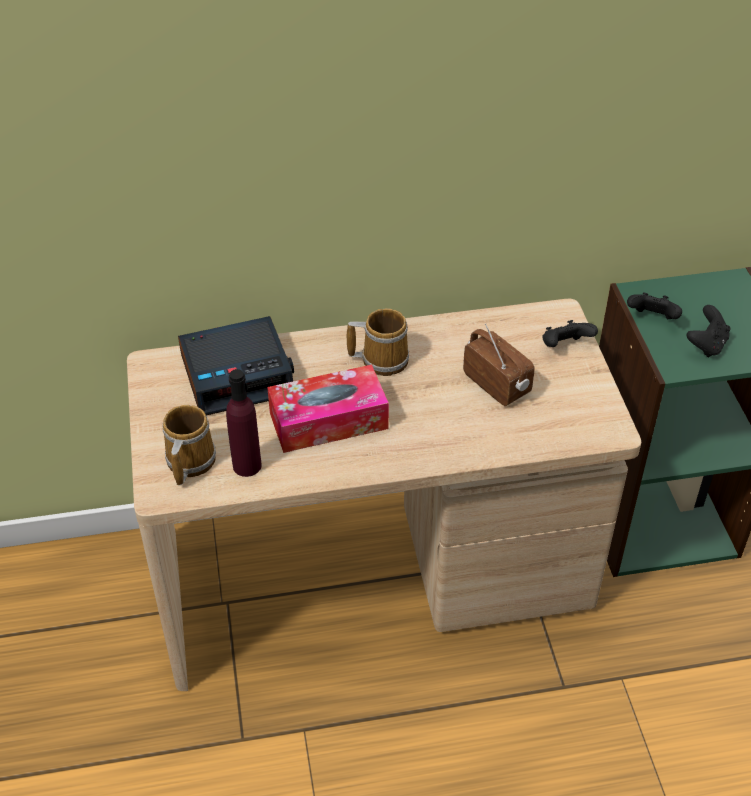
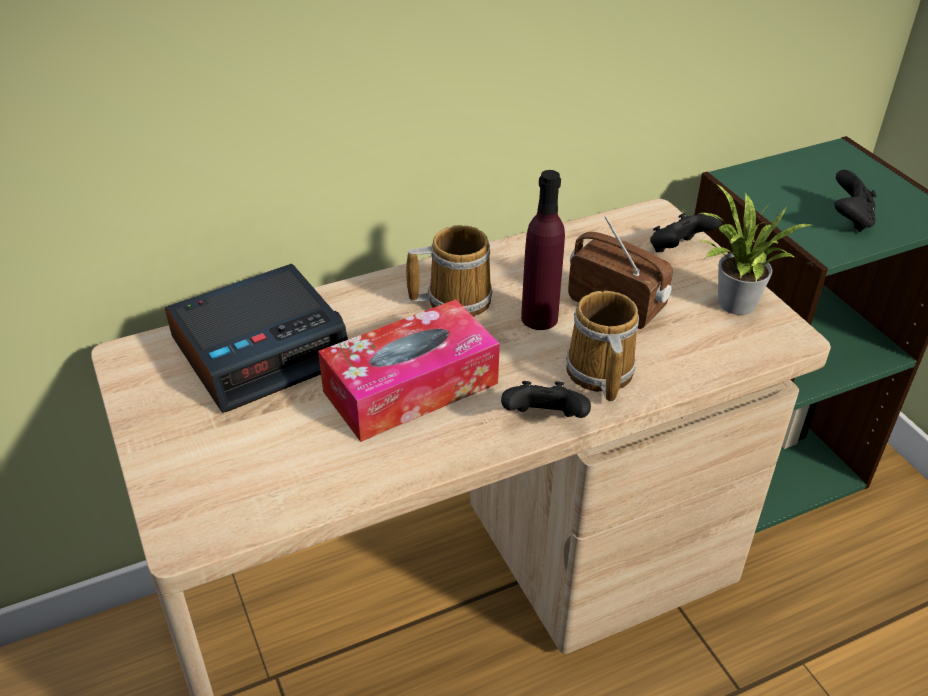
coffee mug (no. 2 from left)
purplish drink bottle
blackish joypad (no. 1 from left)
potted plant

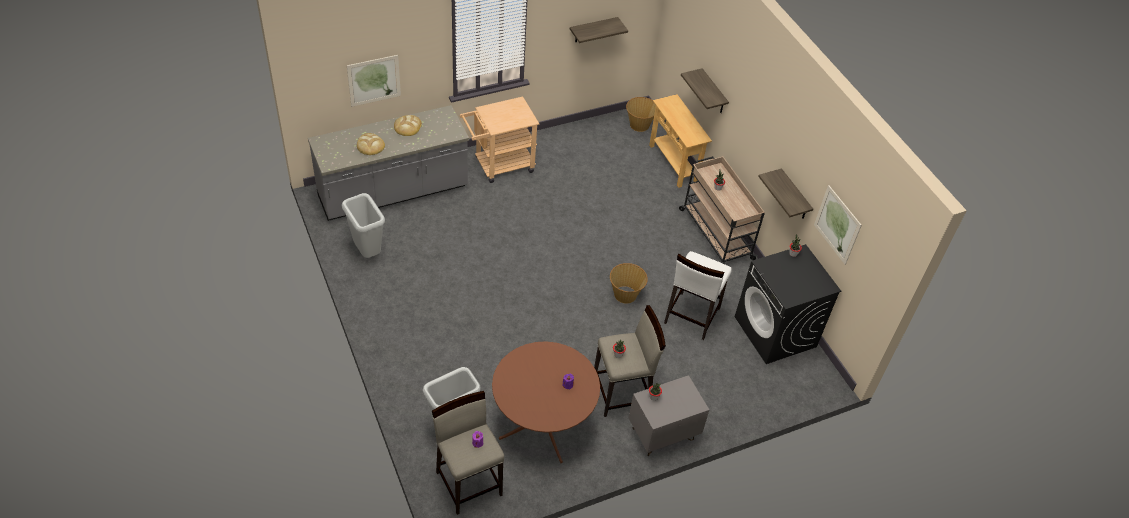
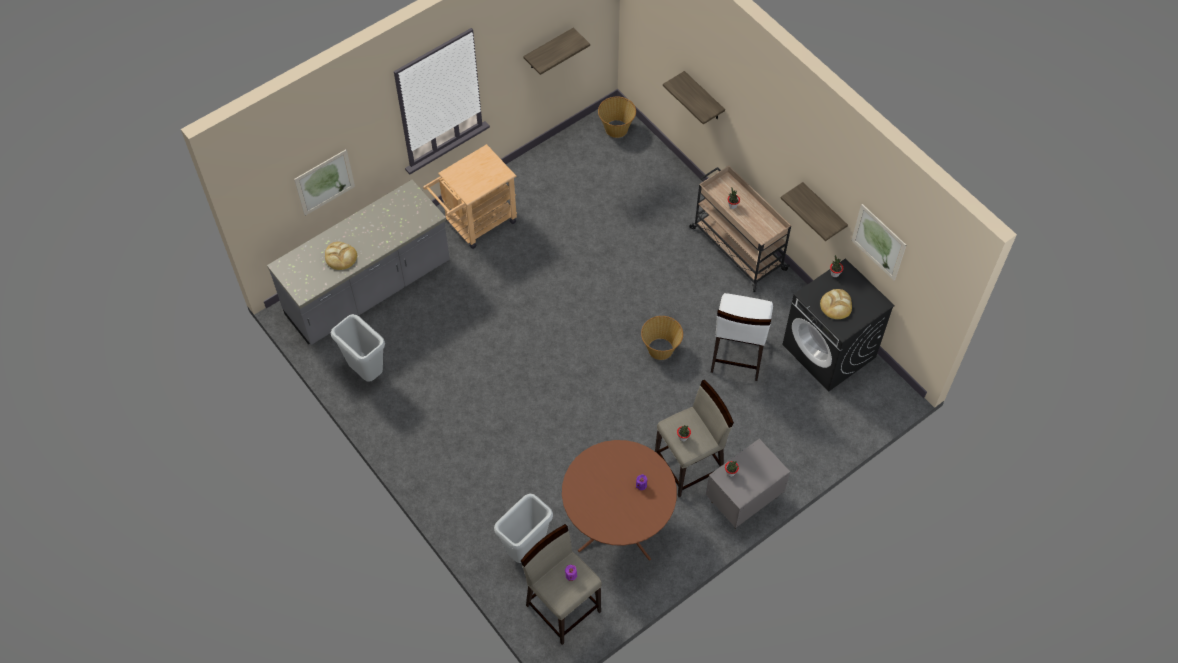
baked bread (no. 2 from left)
beige console table

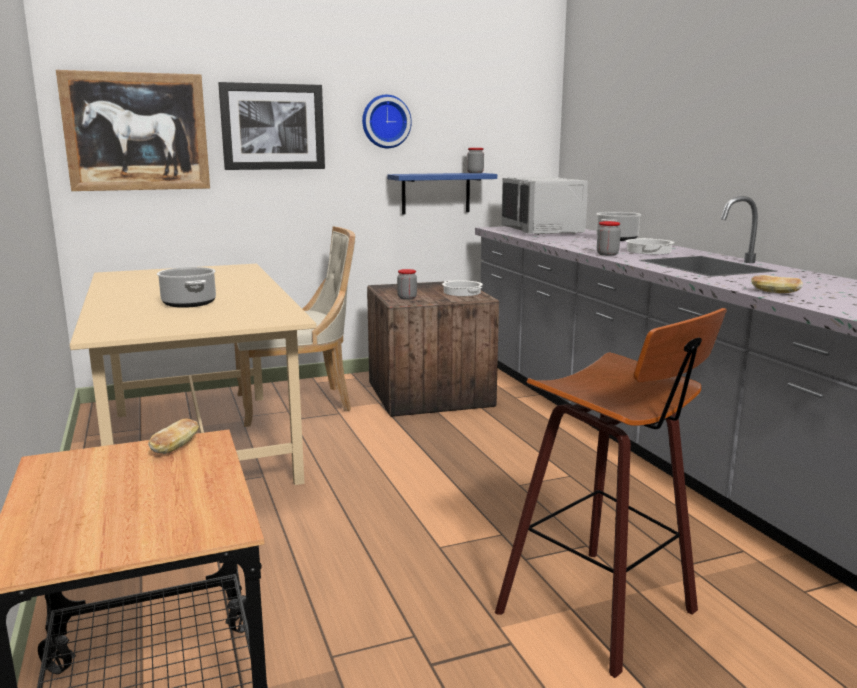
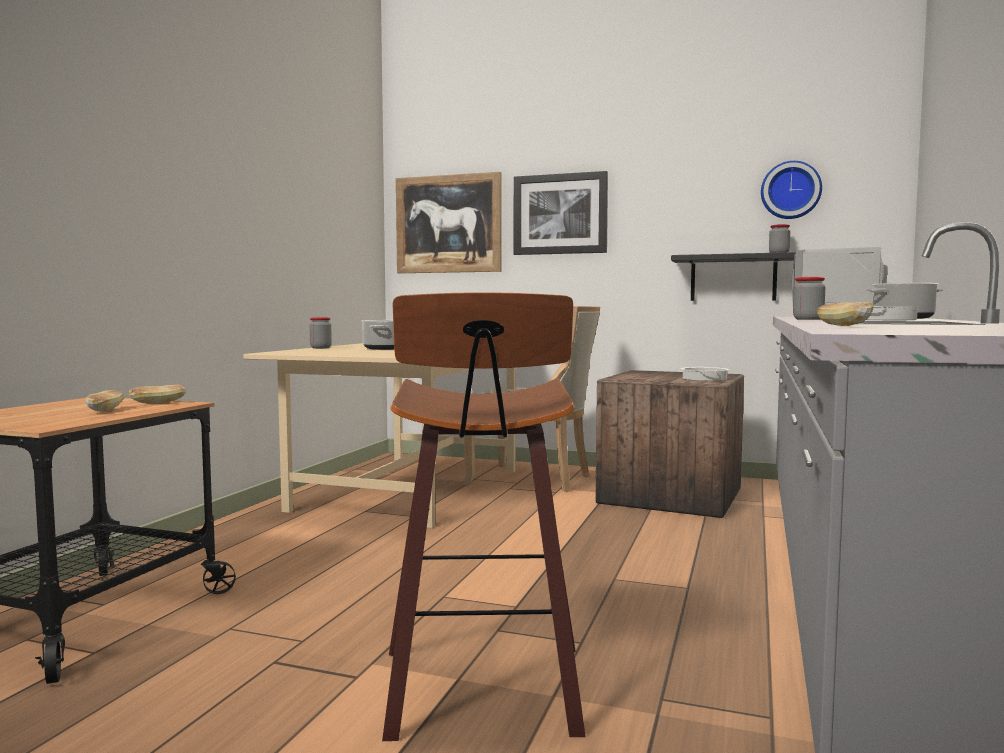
wall clock
blackish bracket shelf
storage jar (no. 1 from left)
baked bread (no. 1 from left)

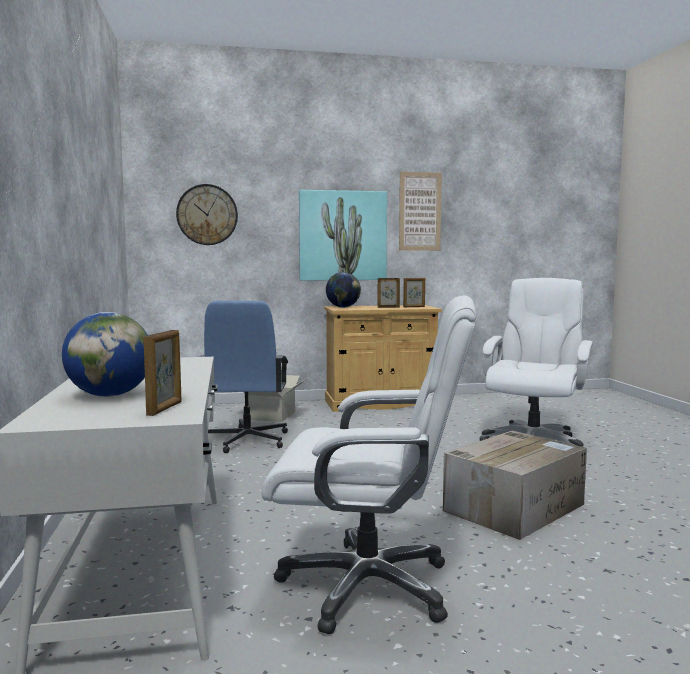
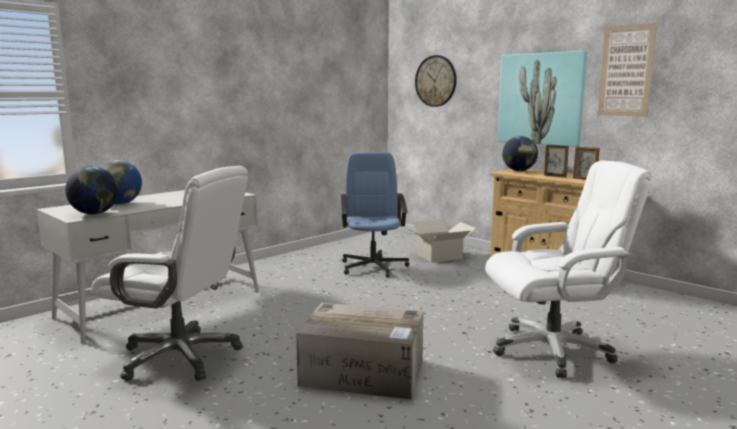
desk globe (no. 1 from left)
blue-coloured computer chair
whitish computer chair (no. 1 from left)

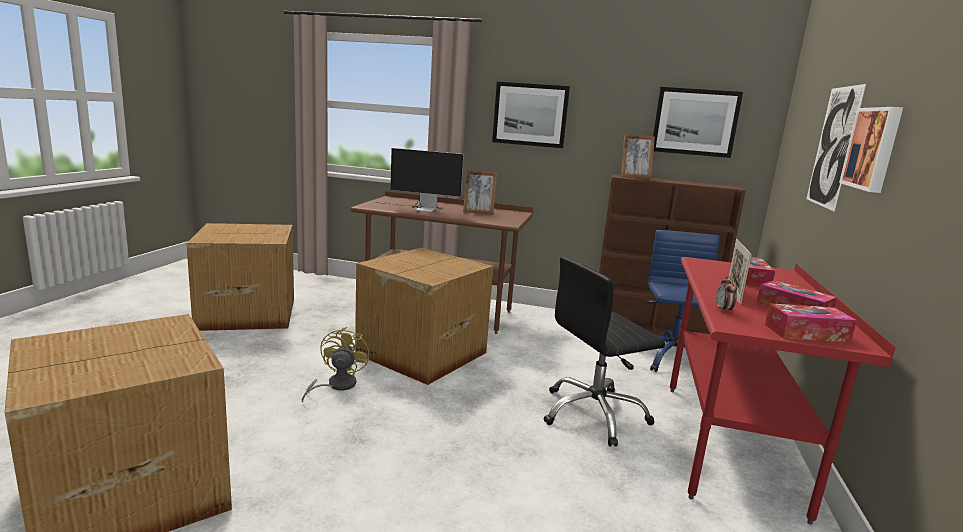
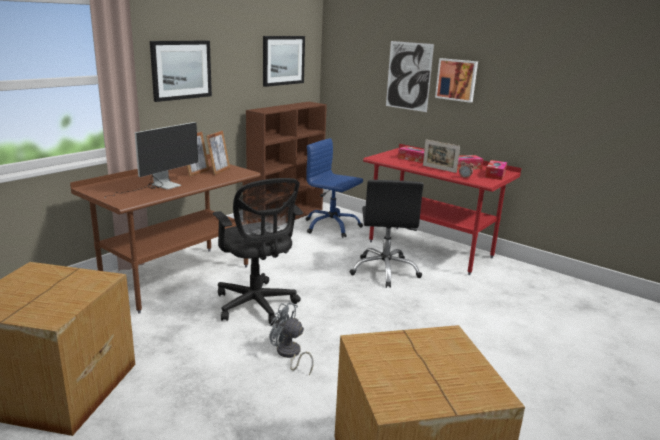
grey fan
blackish computer chair (no. 1 from left)
picture frame (no. 2 from left)

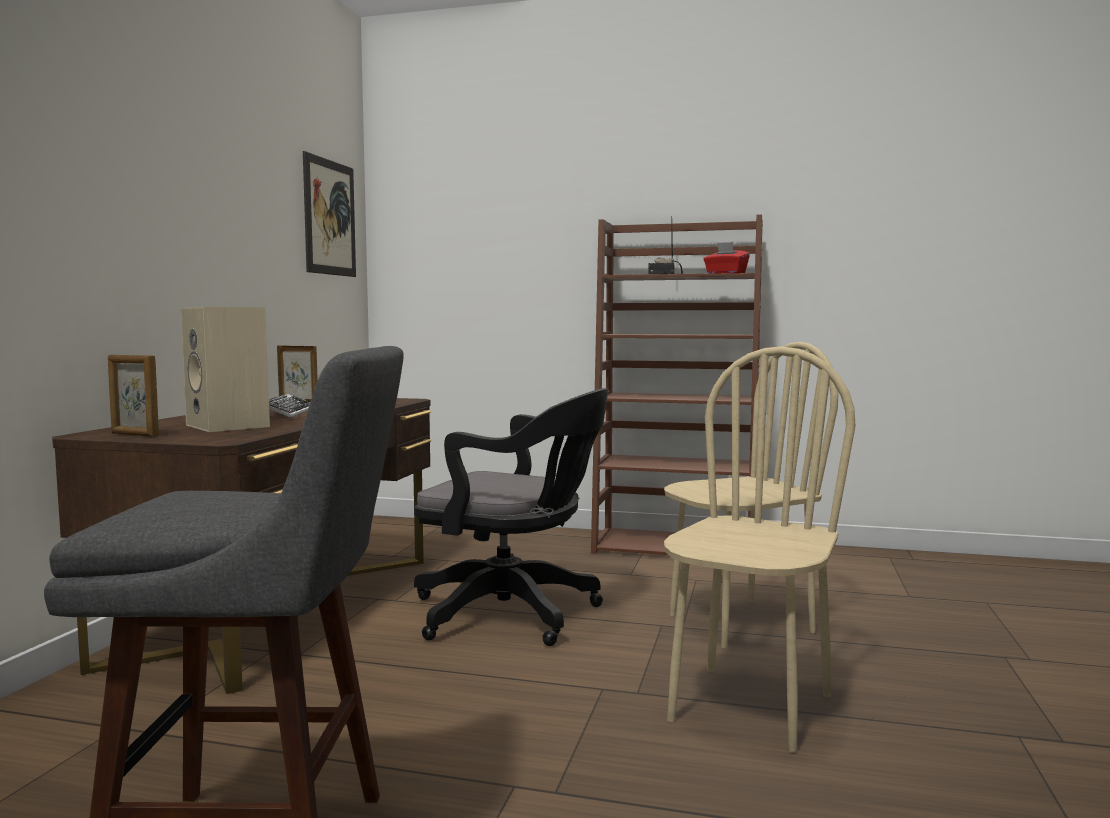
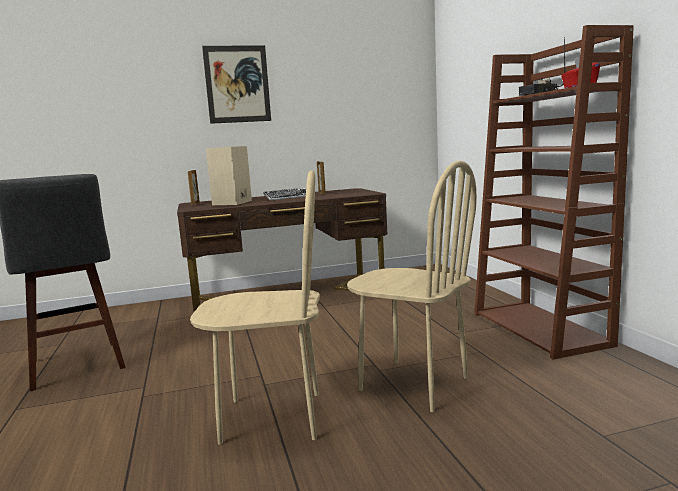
wall picture
blackish computer chair

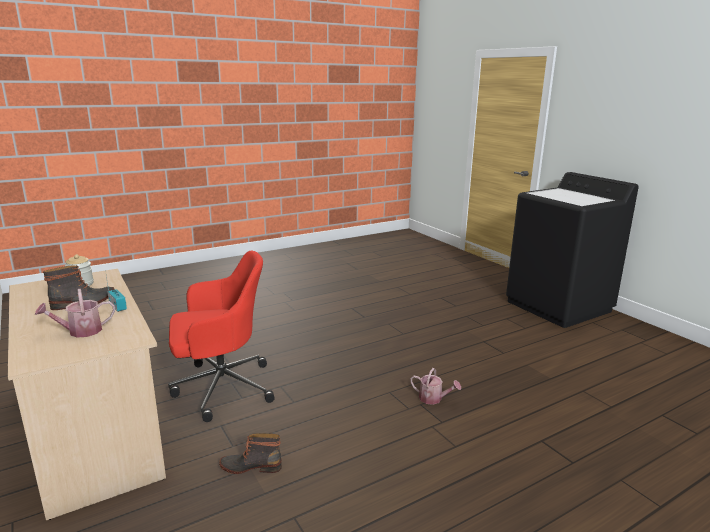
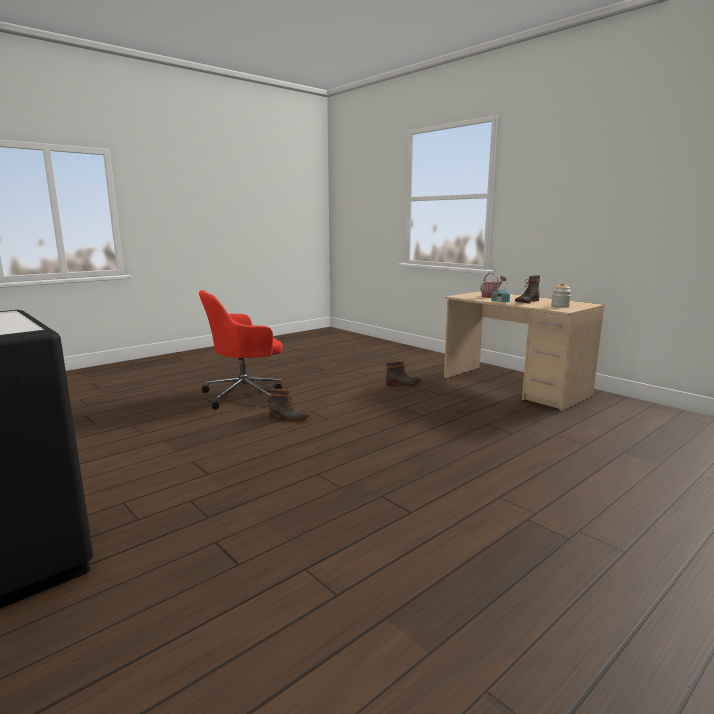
reddish computer chair
high-top boot (no. 1 from left)

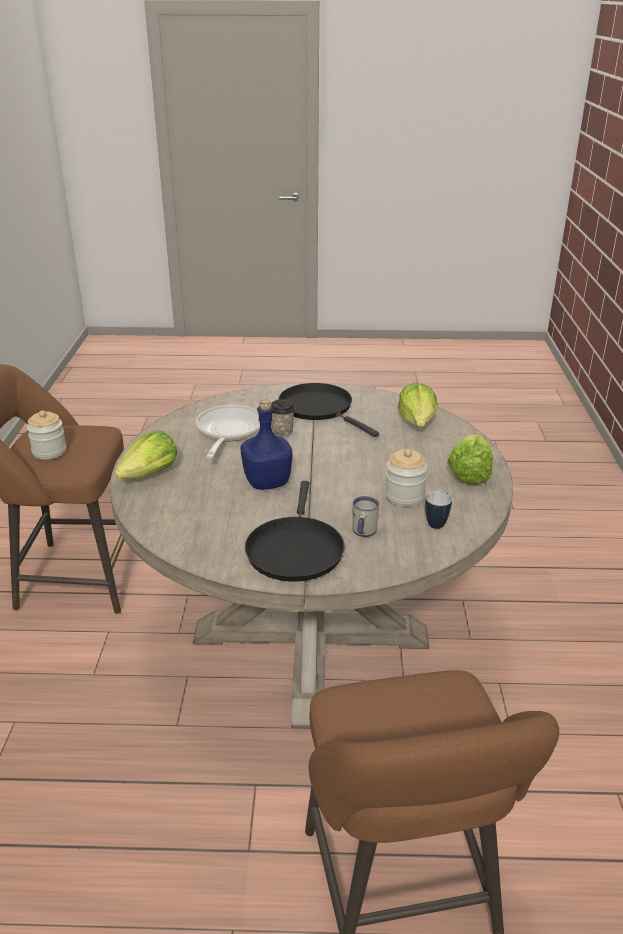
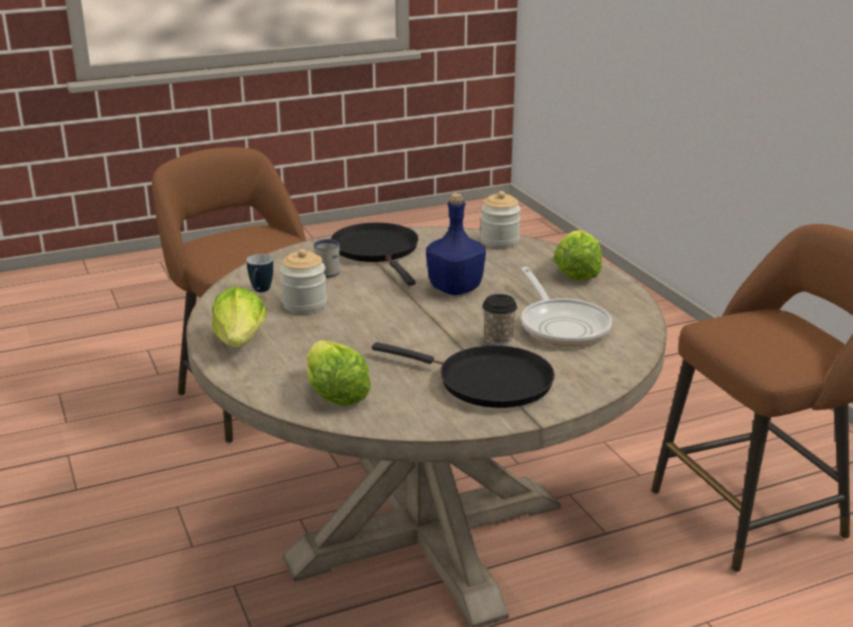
storage jar (no. 2 from left)

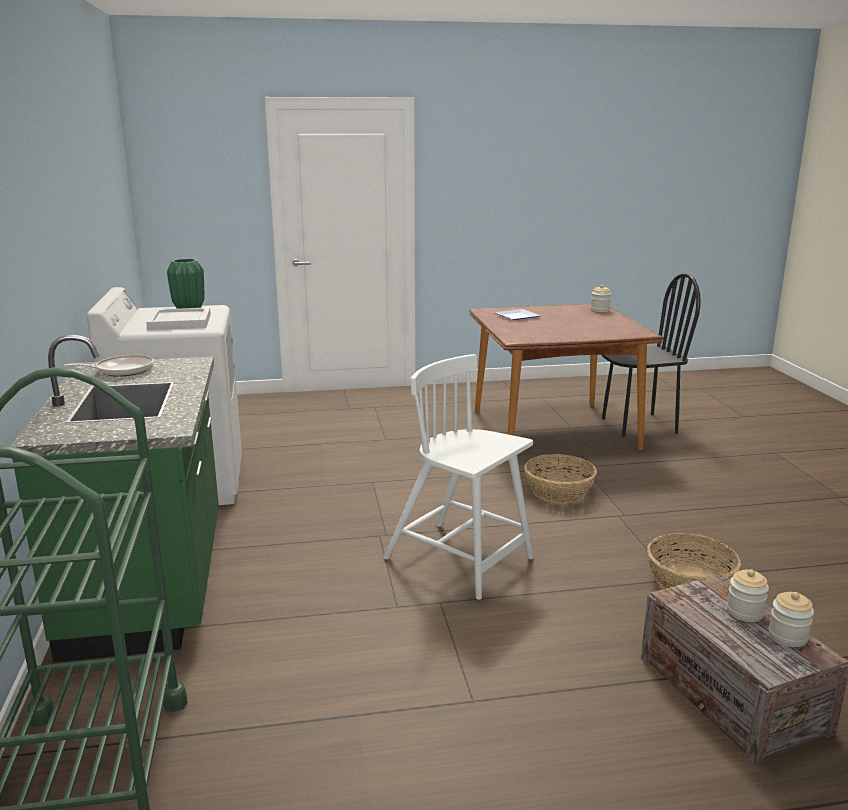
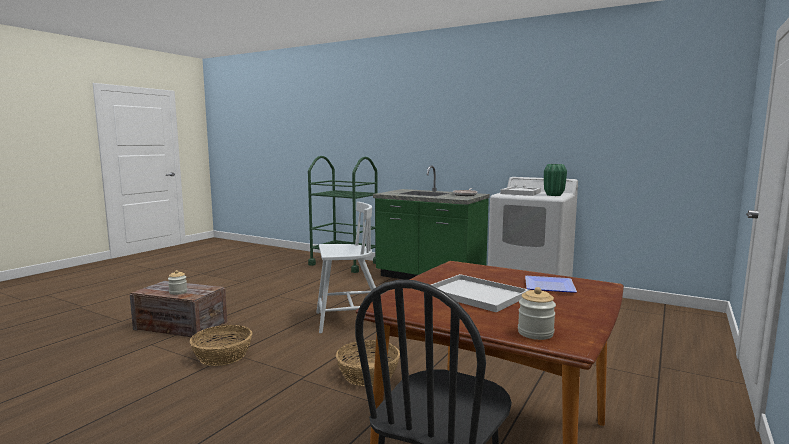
storage jar (no. 3 from left in the first image)
whitish tray (no. 1 from left)

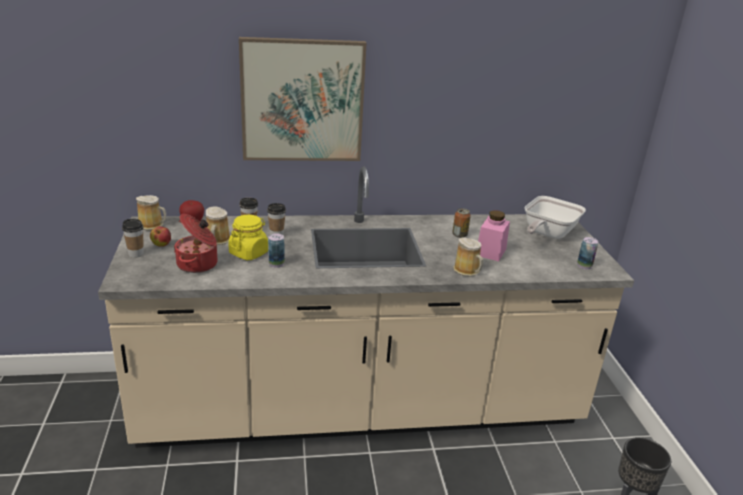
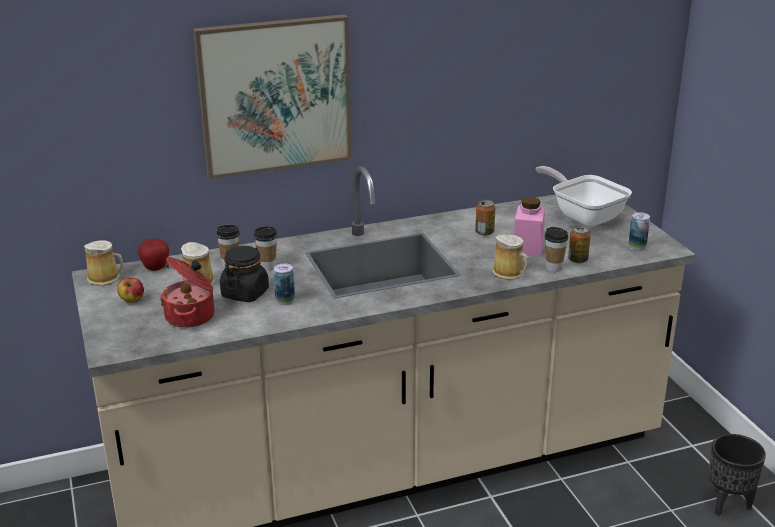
small cup (no. 3 from left)
blackish storage jar
pan
can (no. 3 from left)

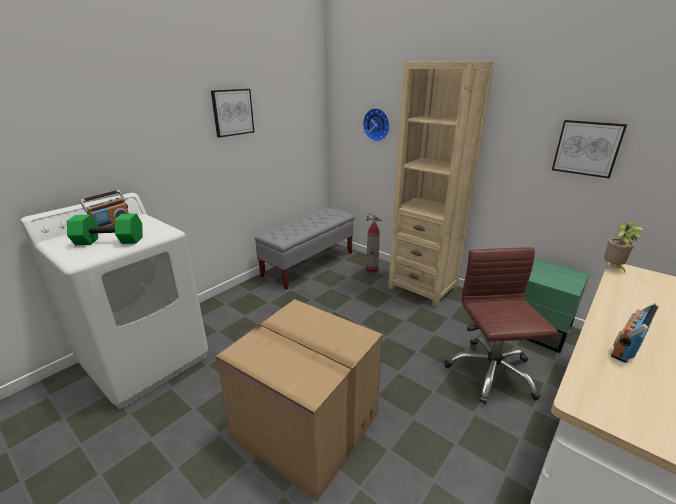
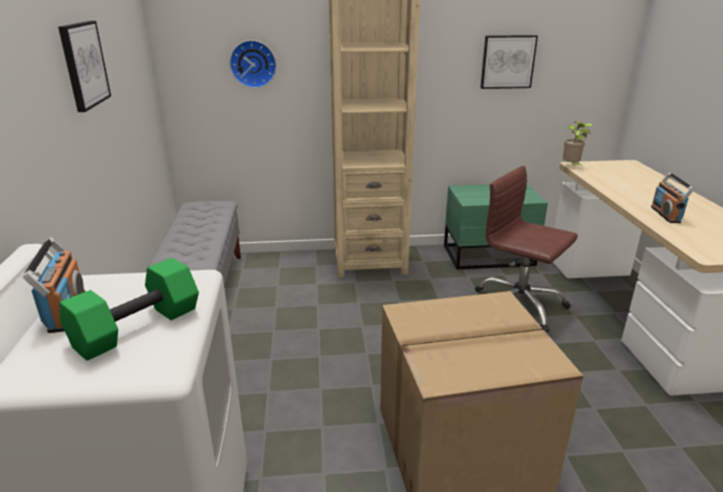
extinguisher

